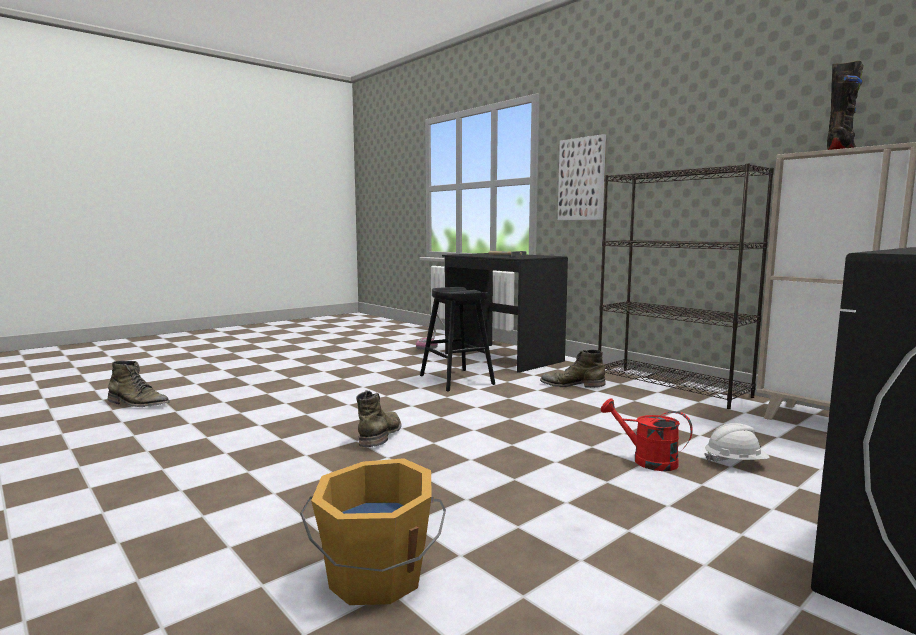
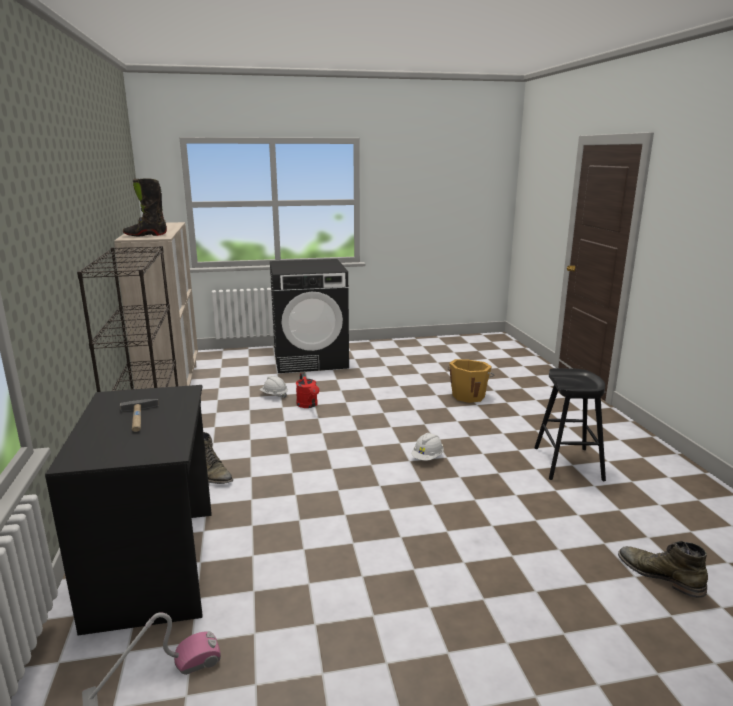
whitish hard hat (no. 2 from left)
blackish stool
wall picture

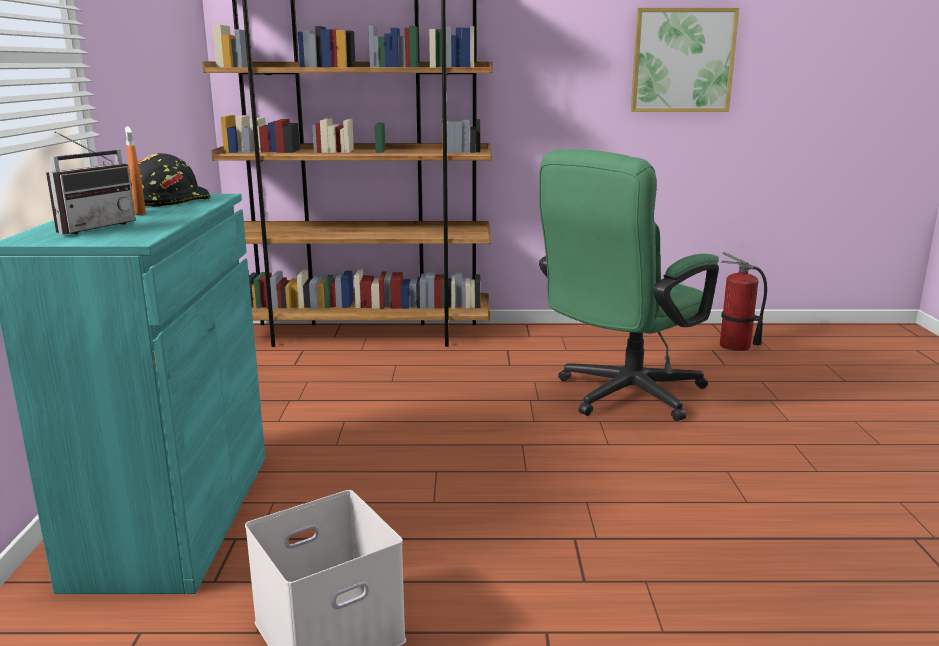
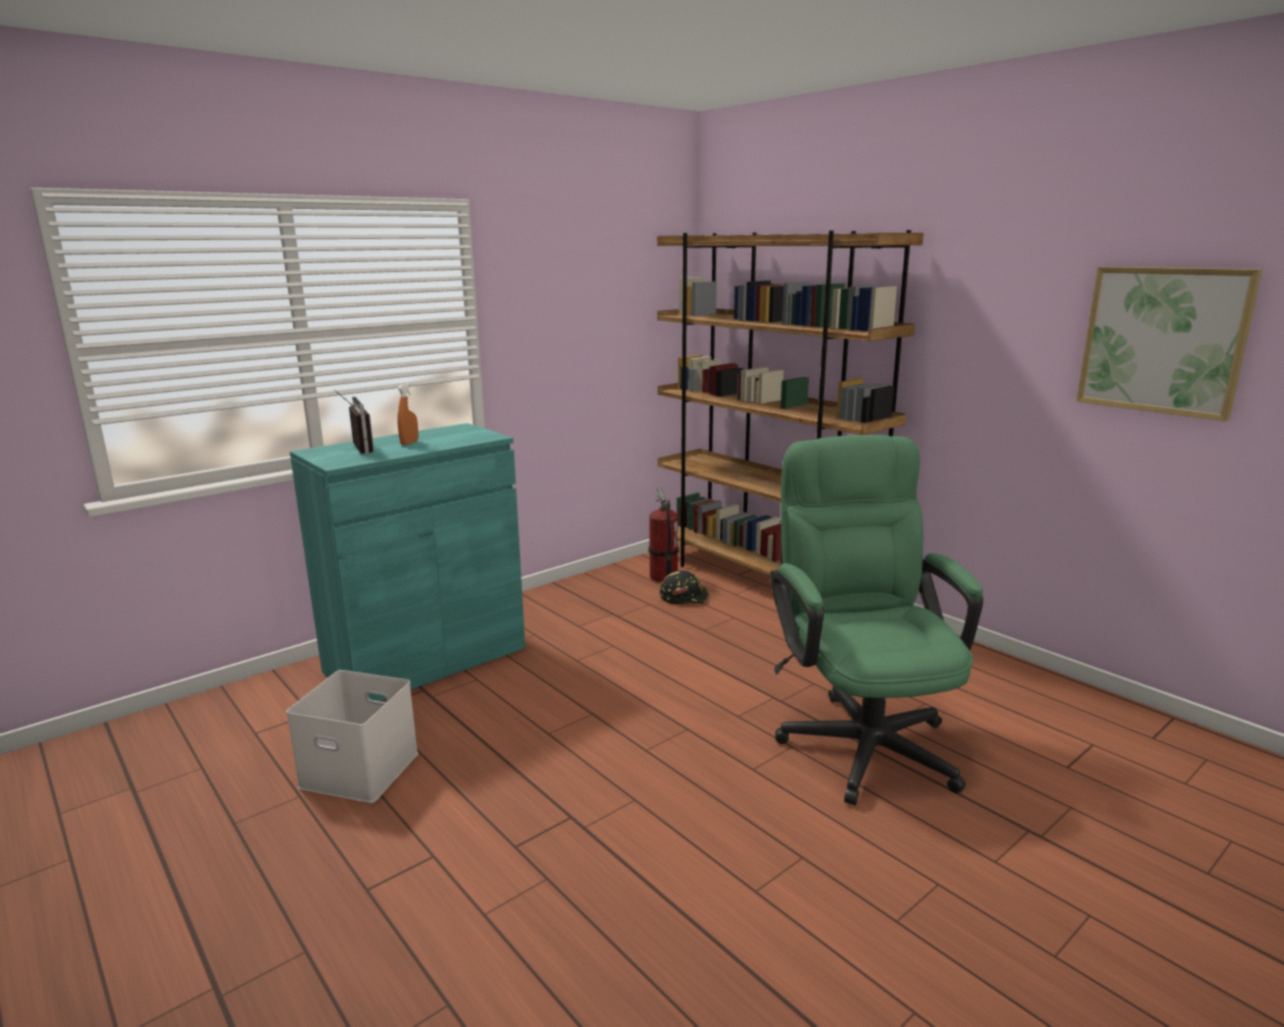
radio receiver
blackish hard hat
green-coloured computer chair
extinguisher

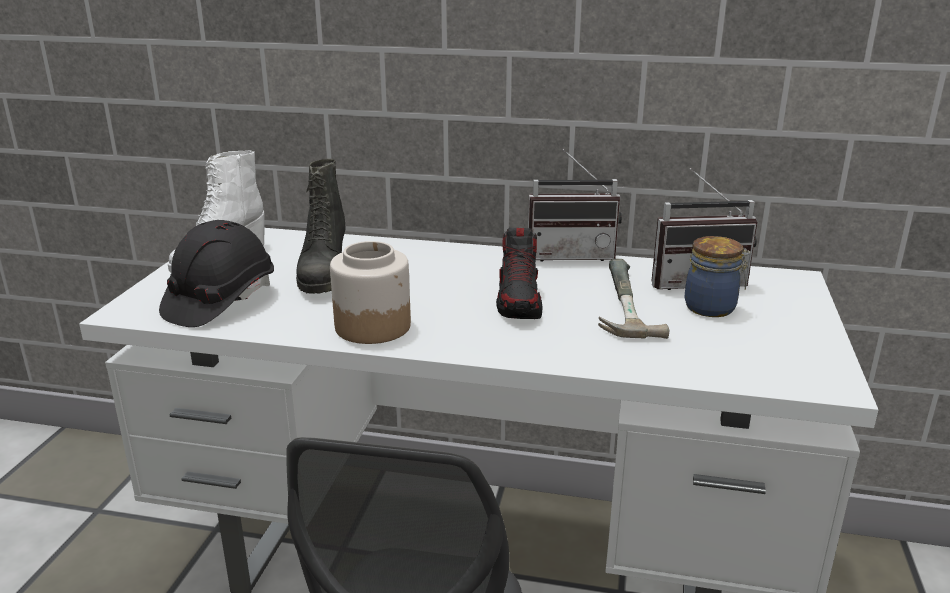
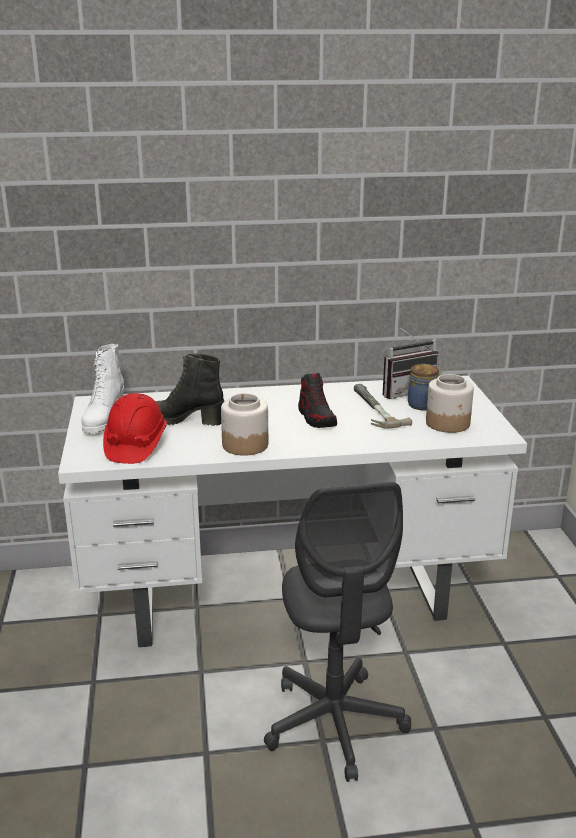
reddish hard hat
blackish high-top boot
radio receiver (no. 1 from left in the first image)
storage jar (no. 3 from left)

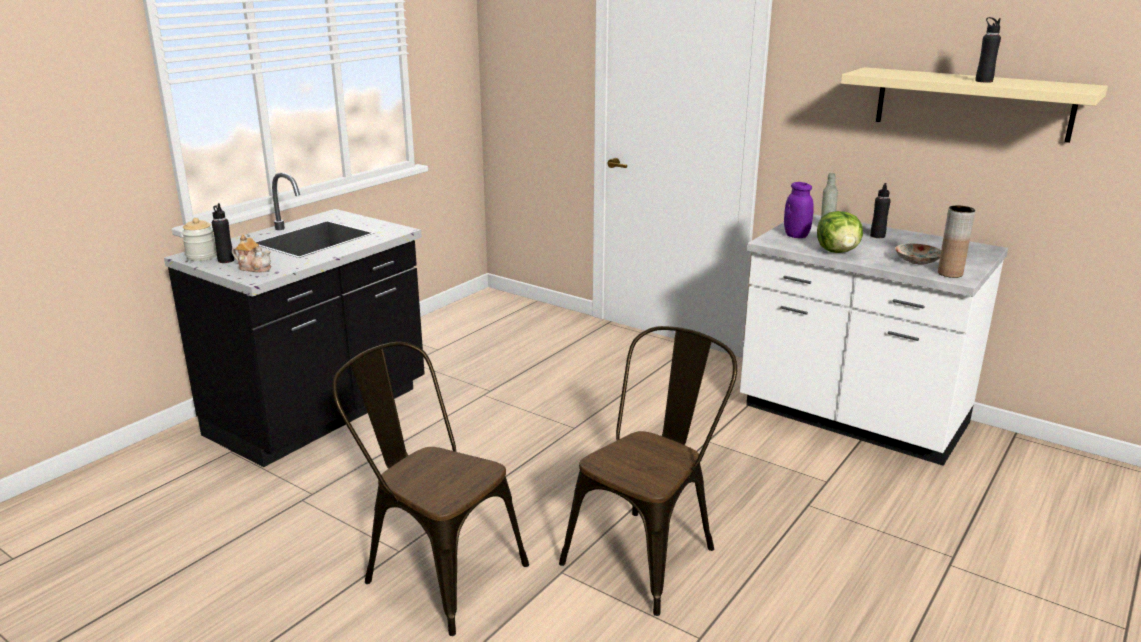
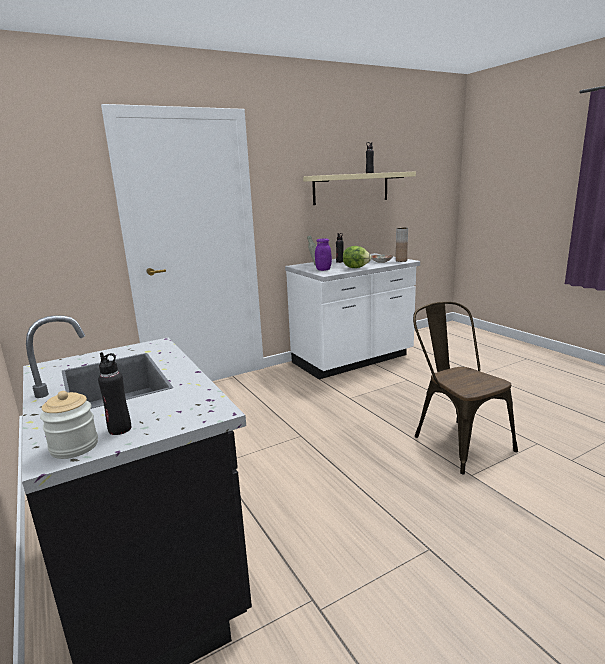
pot for tea
brown upright chair (no. 1 from left in the first image)

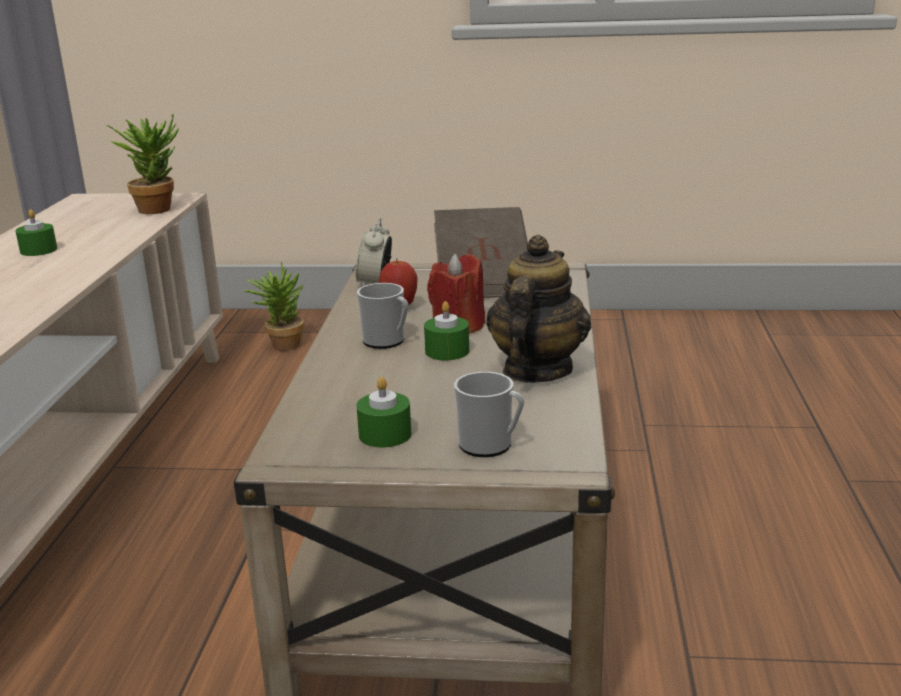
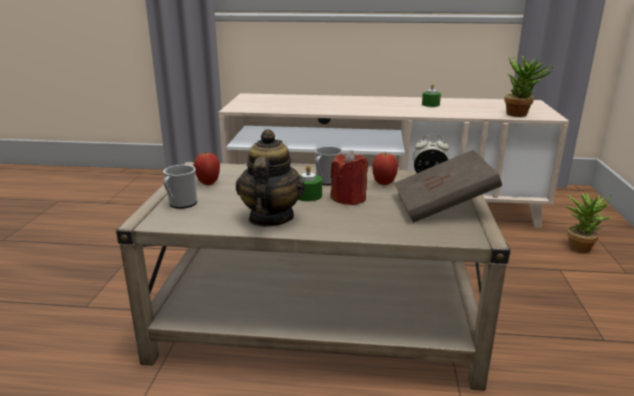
apple (no. 1 from left)
pot for tea

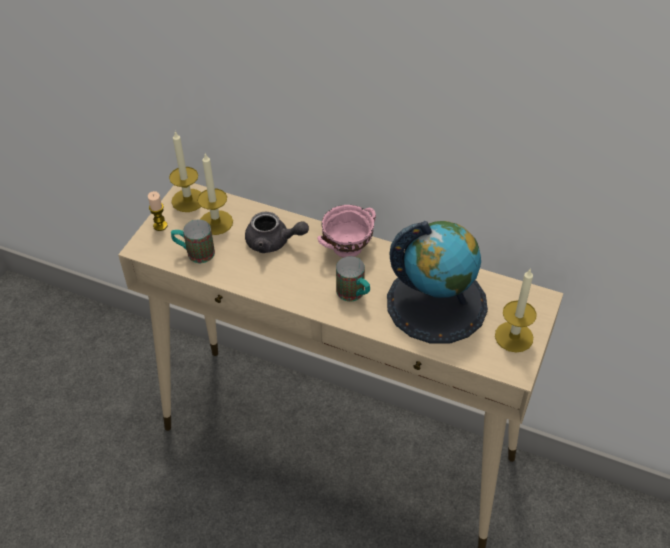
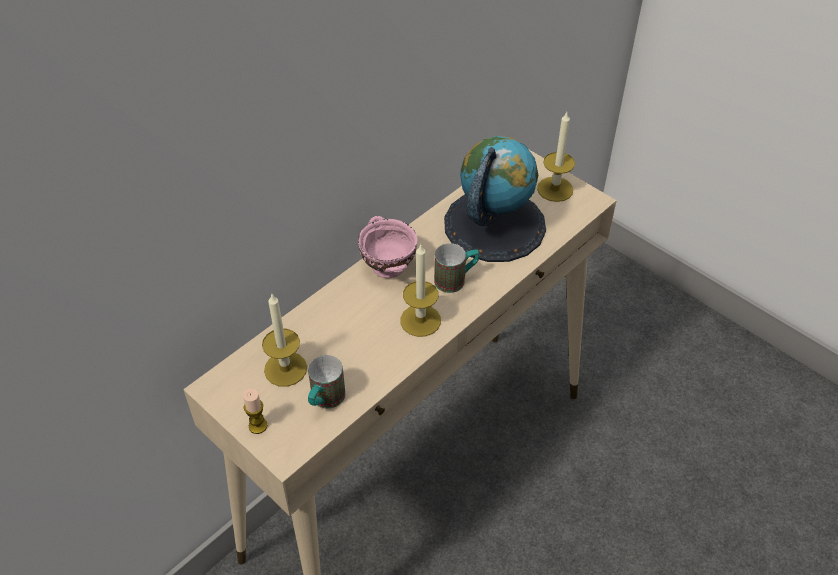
candle (no. 3 from left)
grey pot for tea

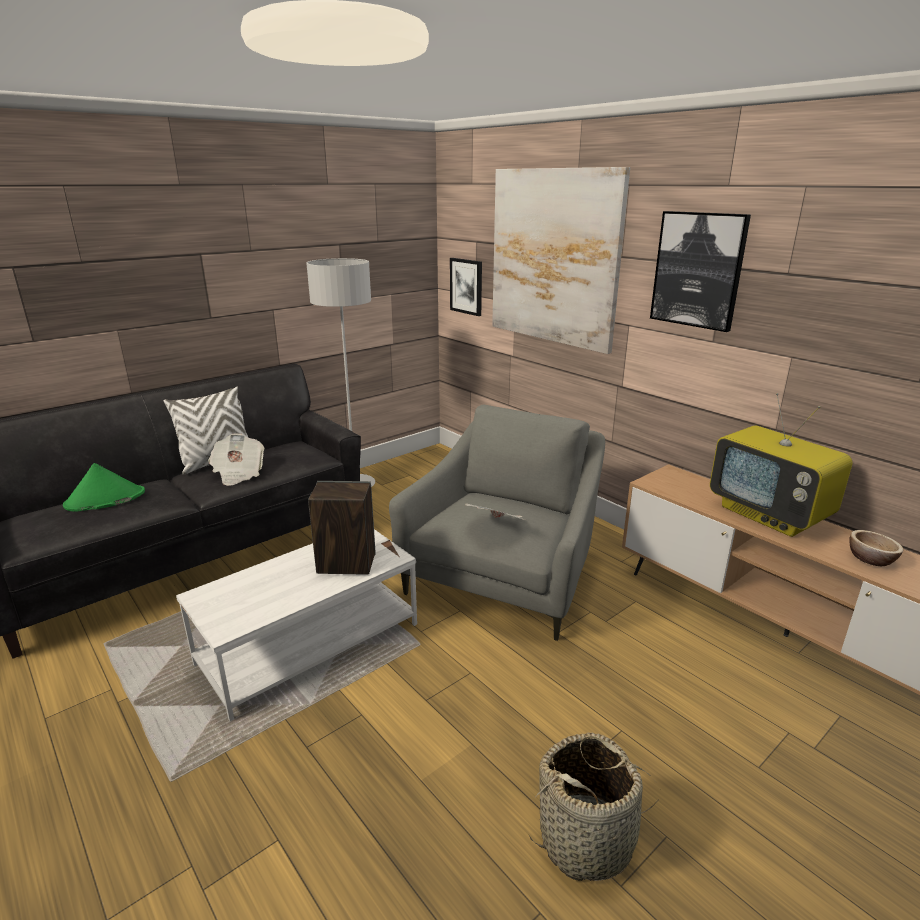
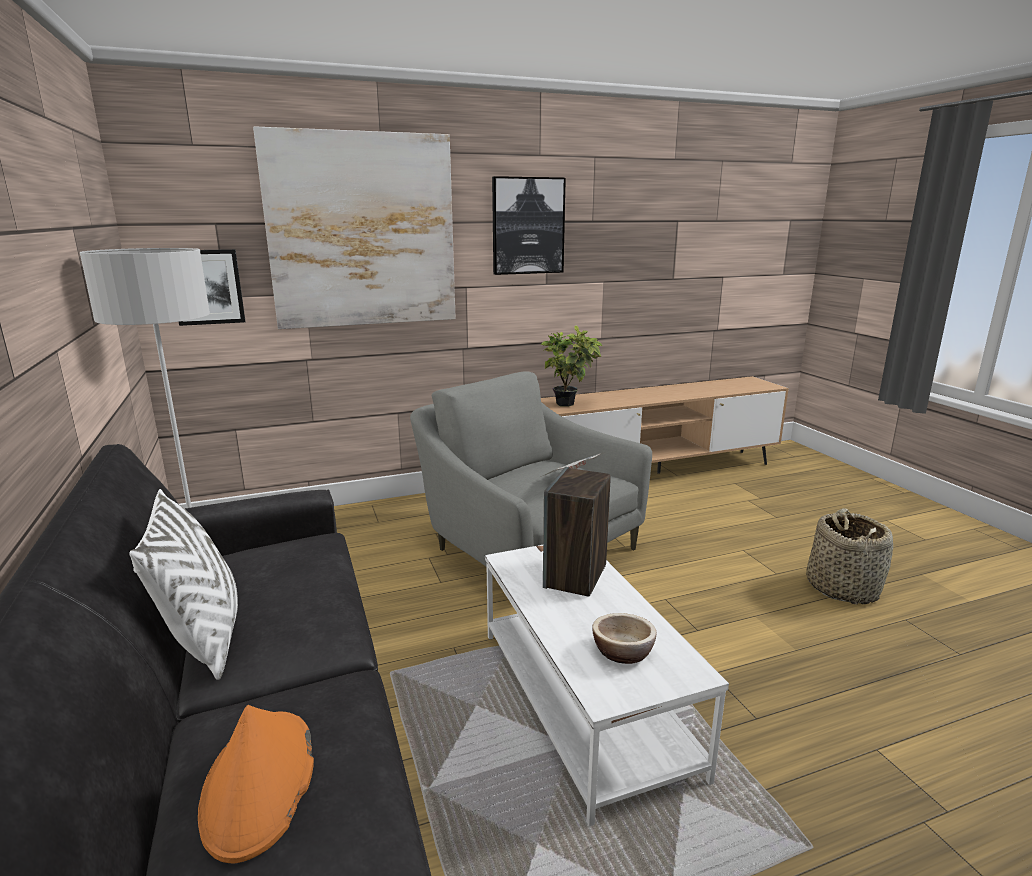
orange-coloured clothing hat
newspaper (no. 1 from left in the first image)
TV set
deep dish
potted plant

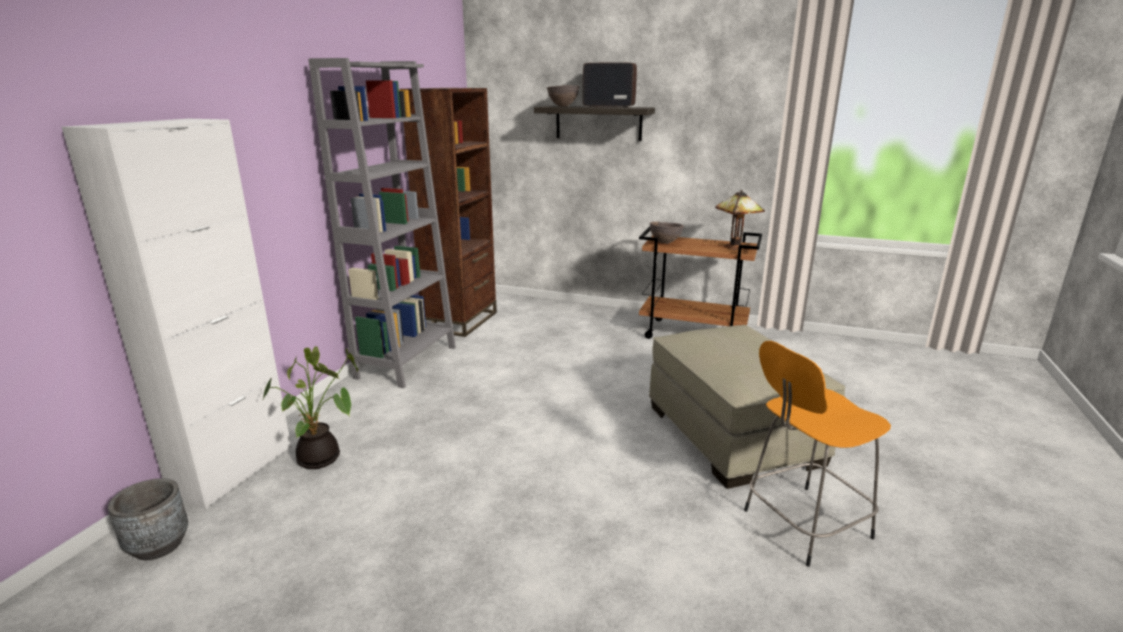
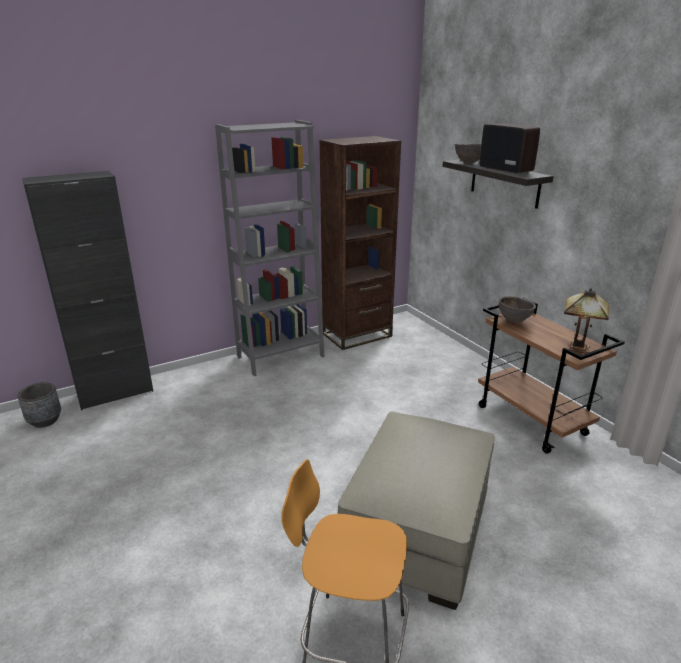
blackish storage cabinet
potted plant

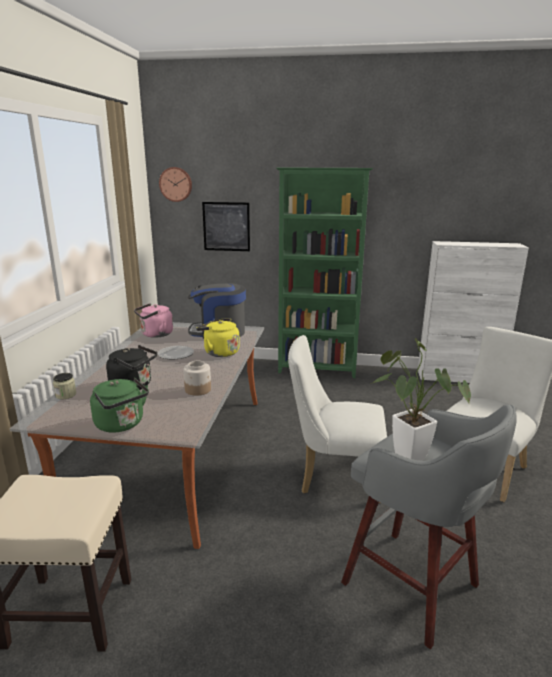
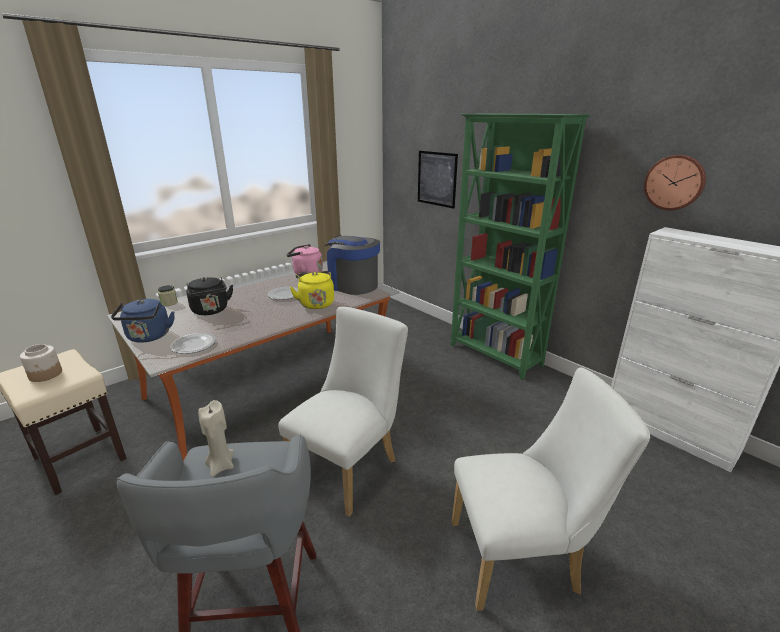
blue-coloured kettle
wall clock
storage jar (no. 1 from left)
whitish upright chair (no. 1 from left)
beige candle
flat dish (no. 1 from left)

